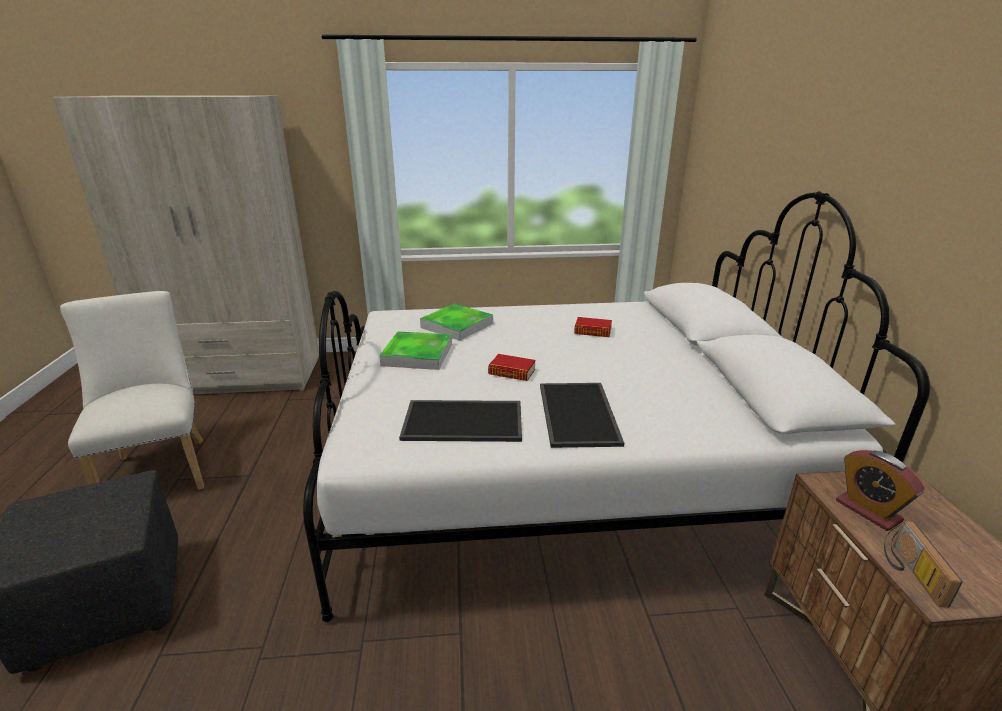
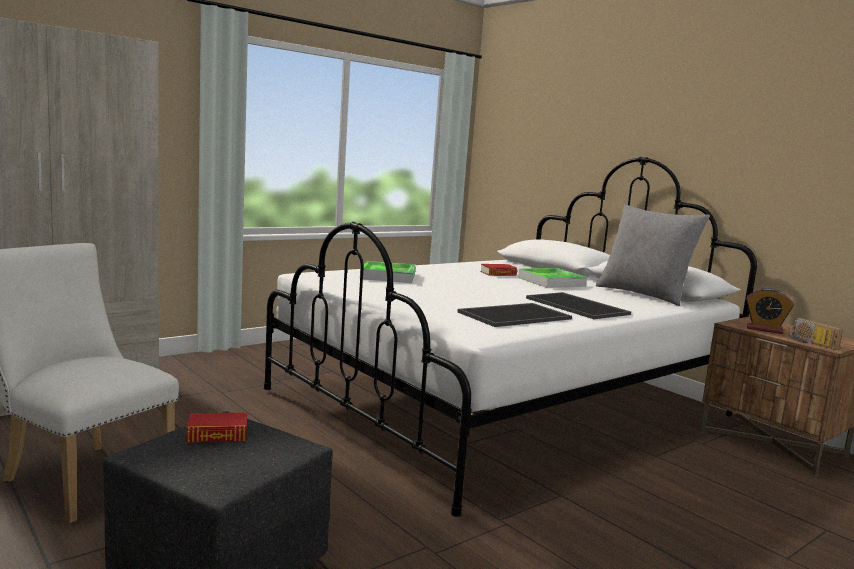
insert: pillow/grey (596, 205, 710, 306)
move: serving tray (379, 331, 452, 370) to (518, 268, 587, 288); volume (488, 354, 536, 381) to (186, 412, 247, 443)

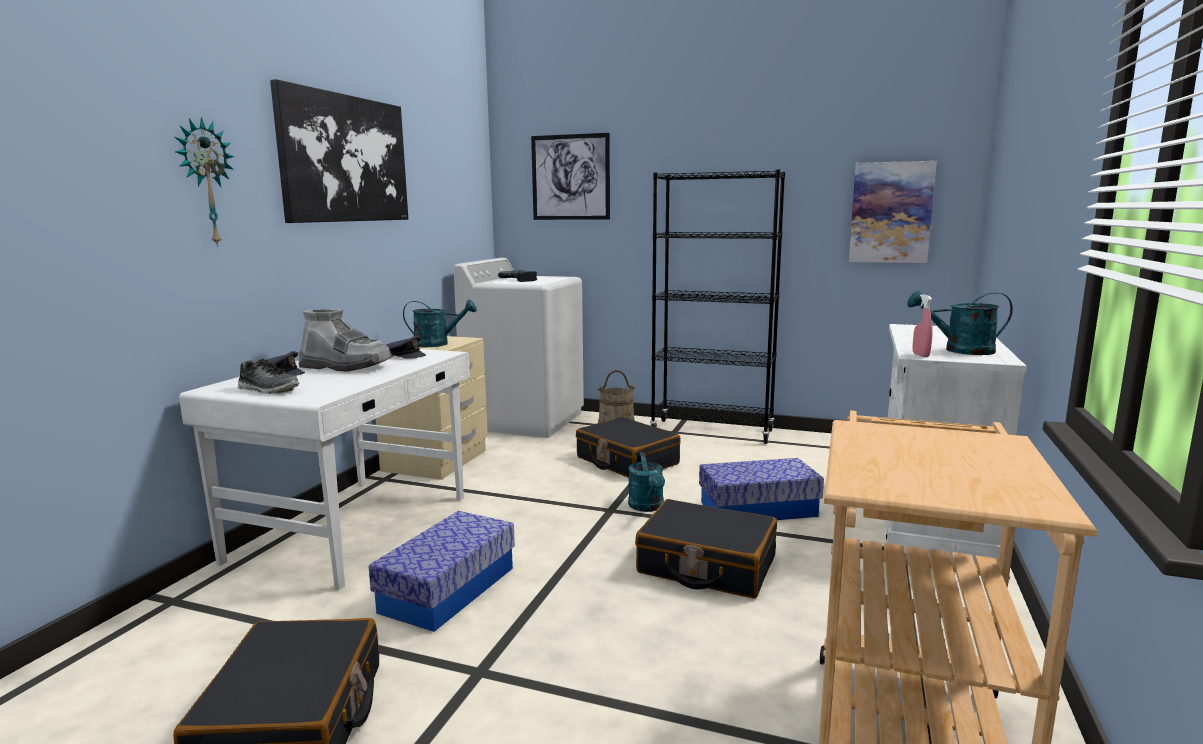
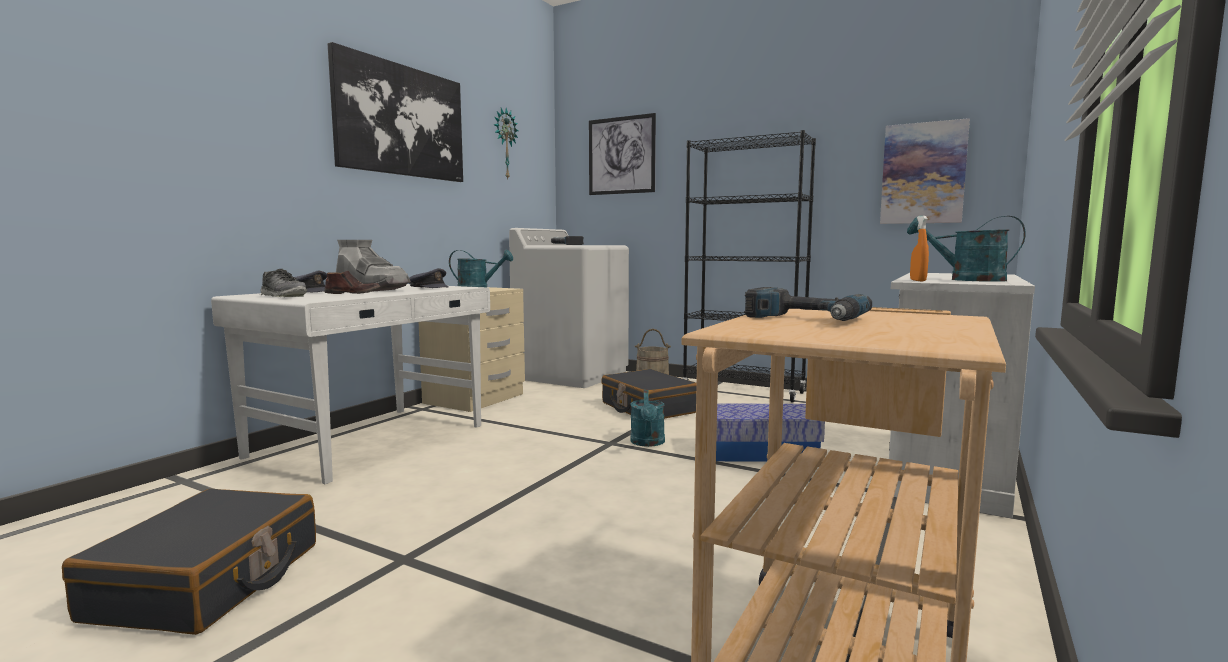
delete: storage bin (368, 511, 515, 632); suitcase/black-coloured (635, 499, 777, 598)
insert: low shoe/brown-coloured (324, 271, 380, 294); drill (744, 287, 872, 321)
move: clock on the wall (175, 117, 234, 247) to (494, 108, 518, 179)
recolor: hand sprayer/pink-coloured (913, 294, 933, 357) to hand sprayer/orangey (910, 216, 929, 281)

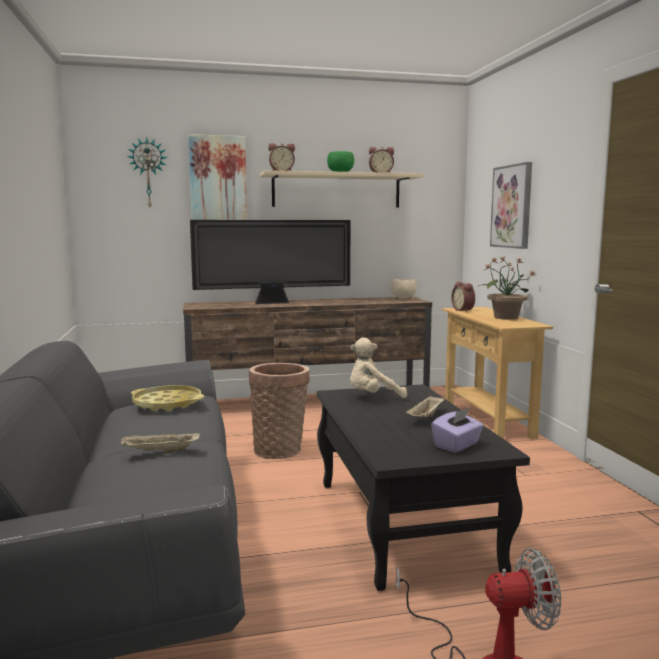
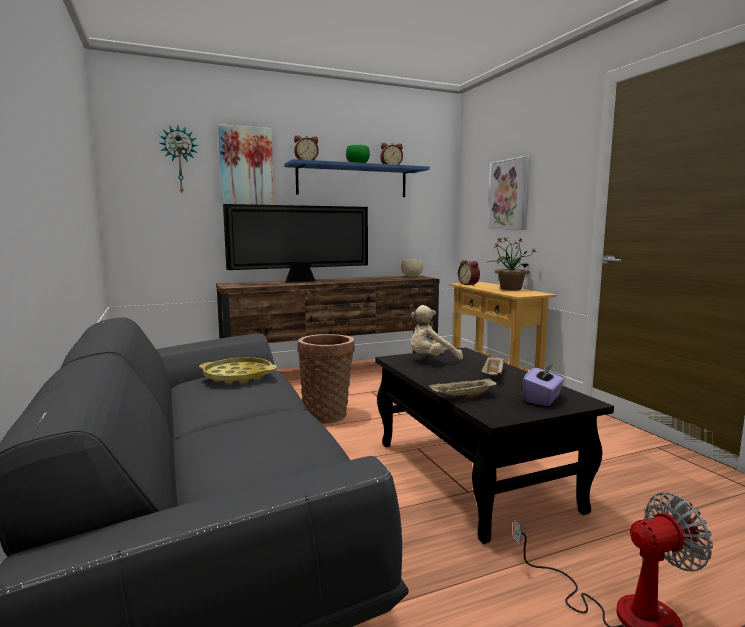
move: serving tray/beige (121, 431, 200, 454) to (429, 377, 498, 398)
recolor: bracket shelf/beige (259, 170, 424, 208) to bracket shelf/blue (284, 159, 430, 197)

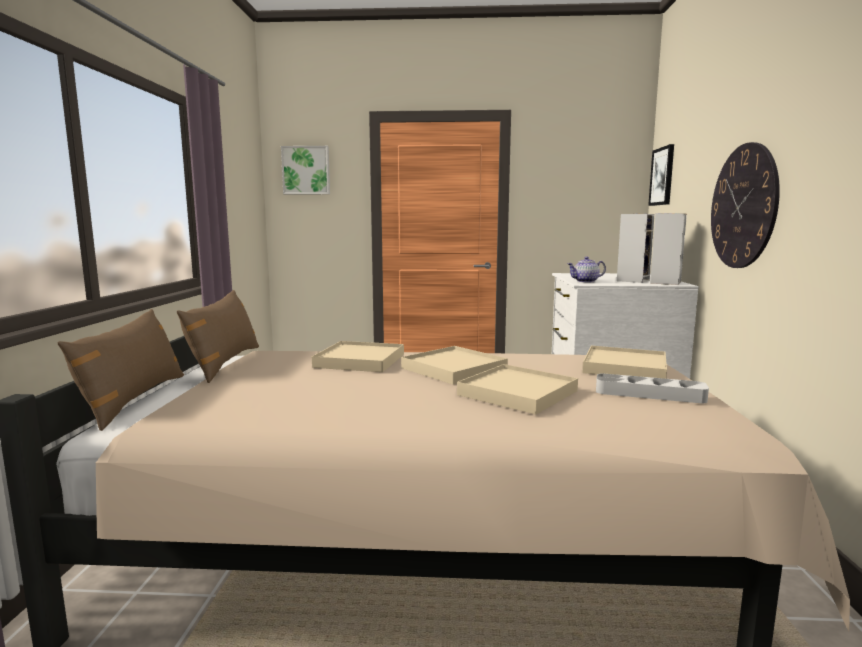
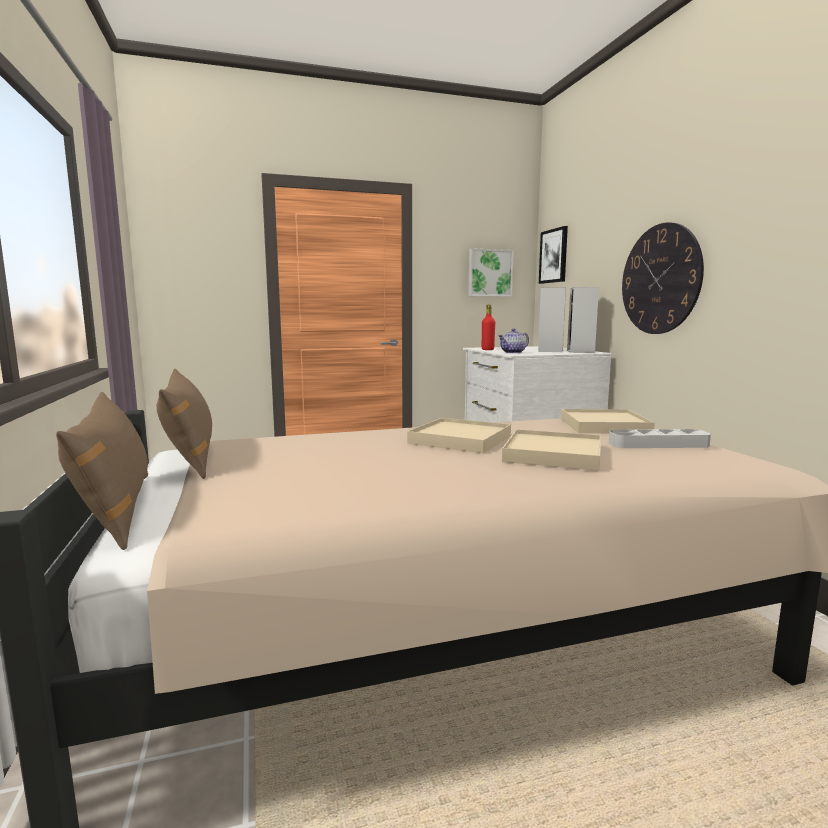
delete: serving tray/beige (312, 341, 404, 372)
insert: bottle/red-coloured (482, 305, 495, 350)
move: picture (281, 146, 330, 194) to (468, 248, 514, 297)

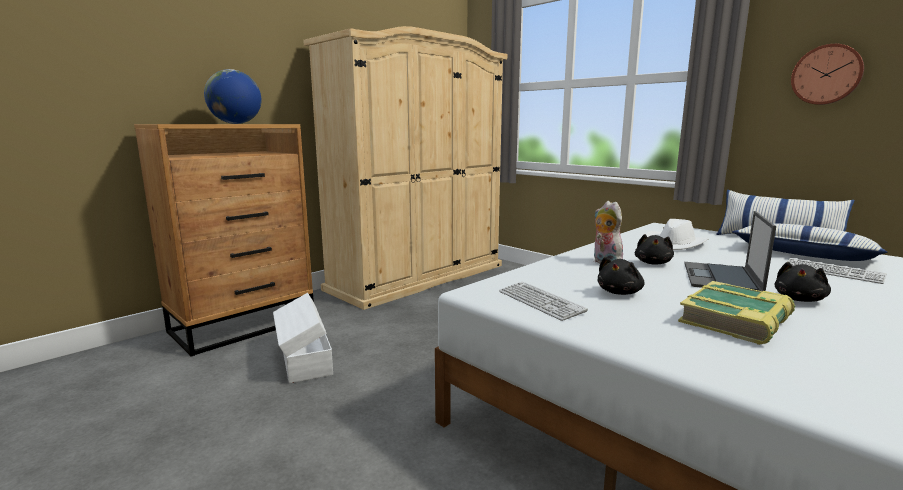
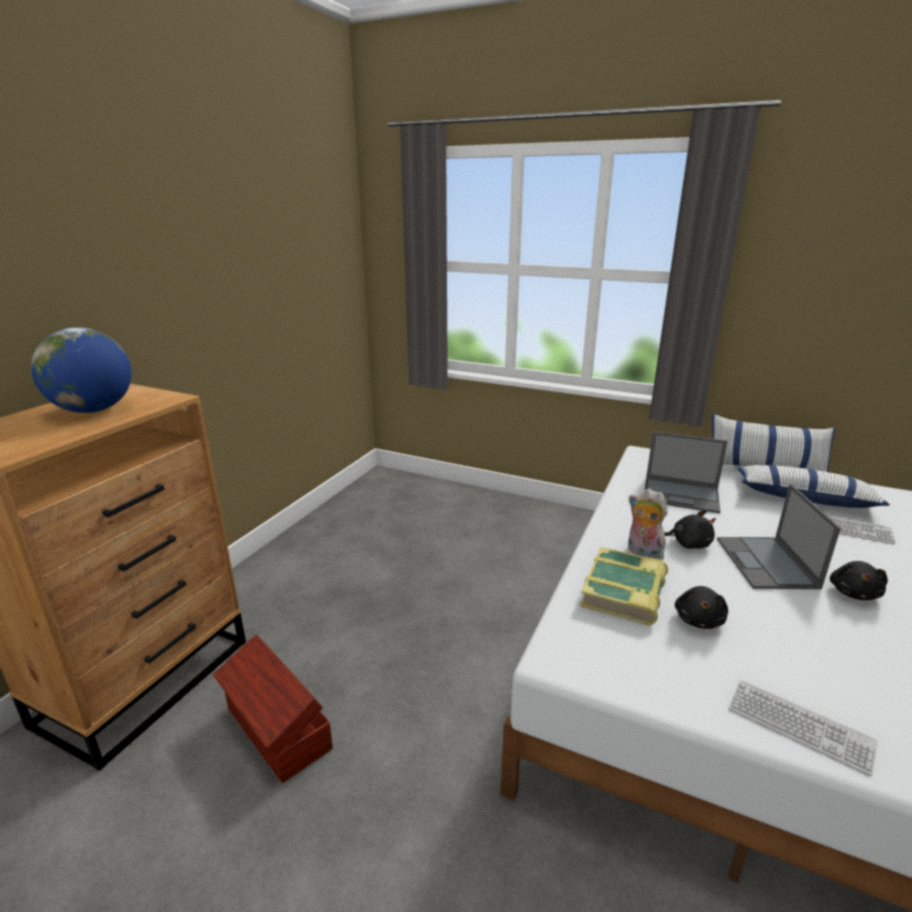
delete: clothes cupboard/beige (303, 26, 507, 310); clock on the wall (791, 44, 864, 105)
move: keyboard (499, 282, 588, 321) to (728, 680, 878, 776); volume (678, 281, 795, 345) to (580, 547, 669, 626)
replace: hat/whitish (646, 219, 709, 250) to laptop (644, 432, 728, 513)
recolor: storage bin/whitish (273, 293, 333, 384) to storage bin/brown-coloured (213, 635, 333, 783)
rotate: soft toy/black-coloured (635, 234, 674, 264) = (664, 510, 716, 549) 75 degrees counterclockwise

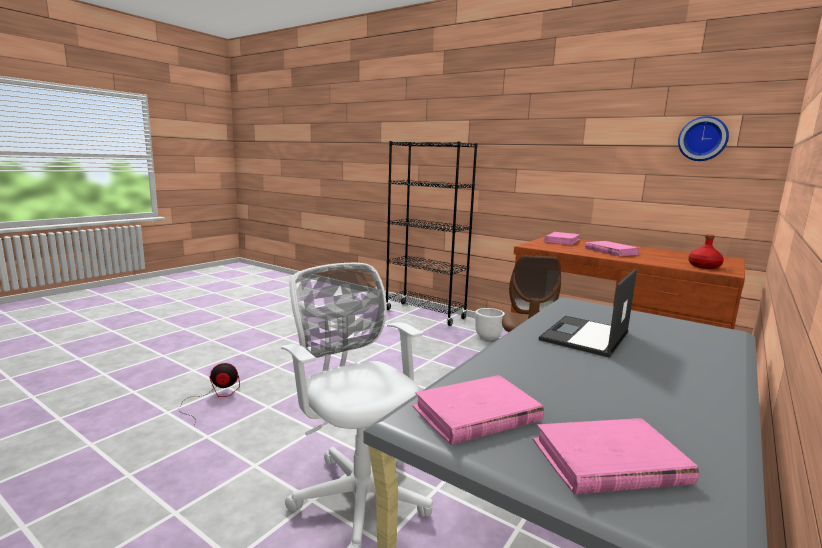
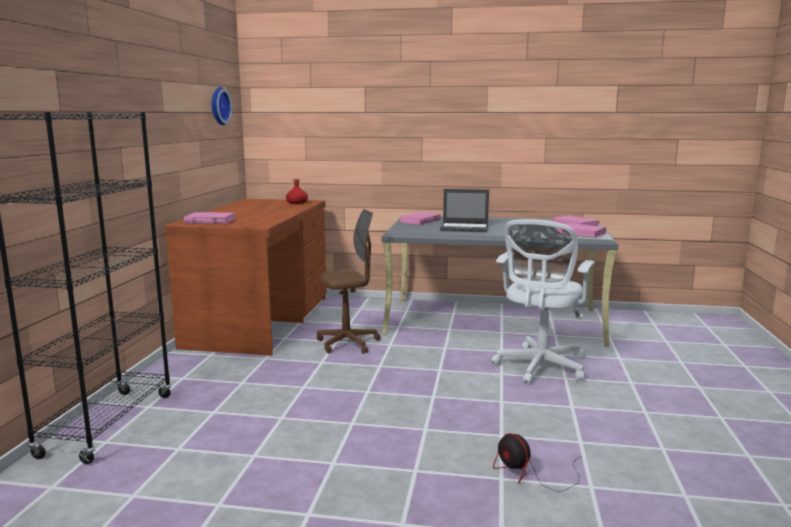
delete: plant pot/whitish (475, 308, 505, 340)
move: volume/pink-coloured (585, 241, 640, 256) to (398, 212, 441, 225)

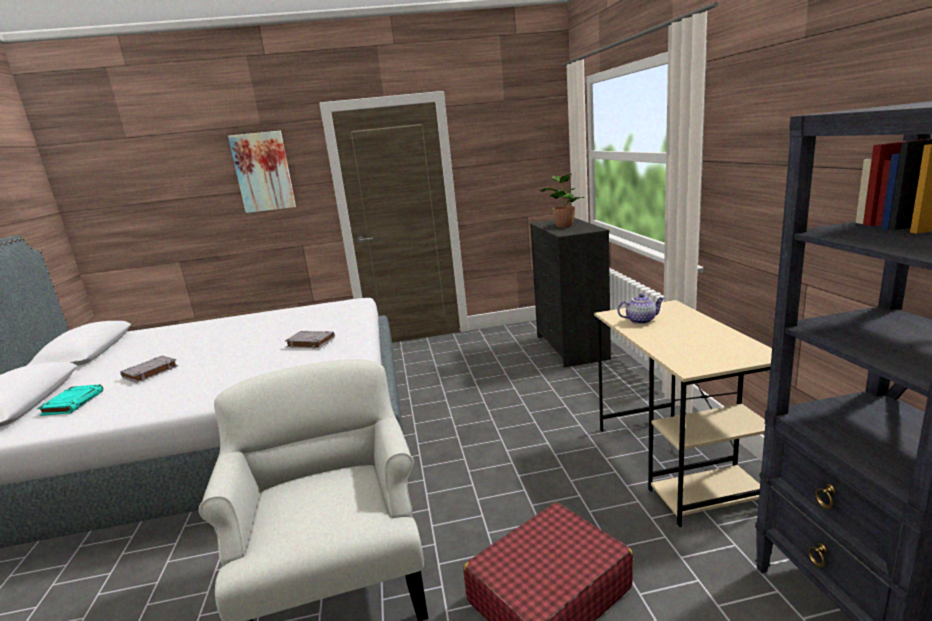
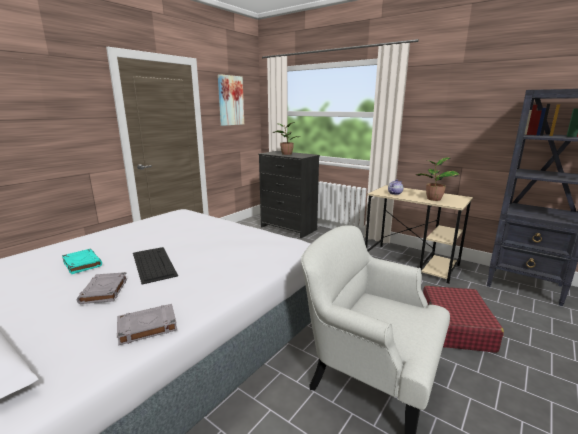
insert: keyboard (133, 247, 178, 285); plant in a pot (416, 157, 460, 201)
move: volume/turquoise-coloured (37, 384, 103, 416) to (62, 249, 102, 274); picture (228, 131, 296, 213) to (218, 74, 244, 126); volume/grey (285, 331, 335, 349) to (117, 304, 177, 346)

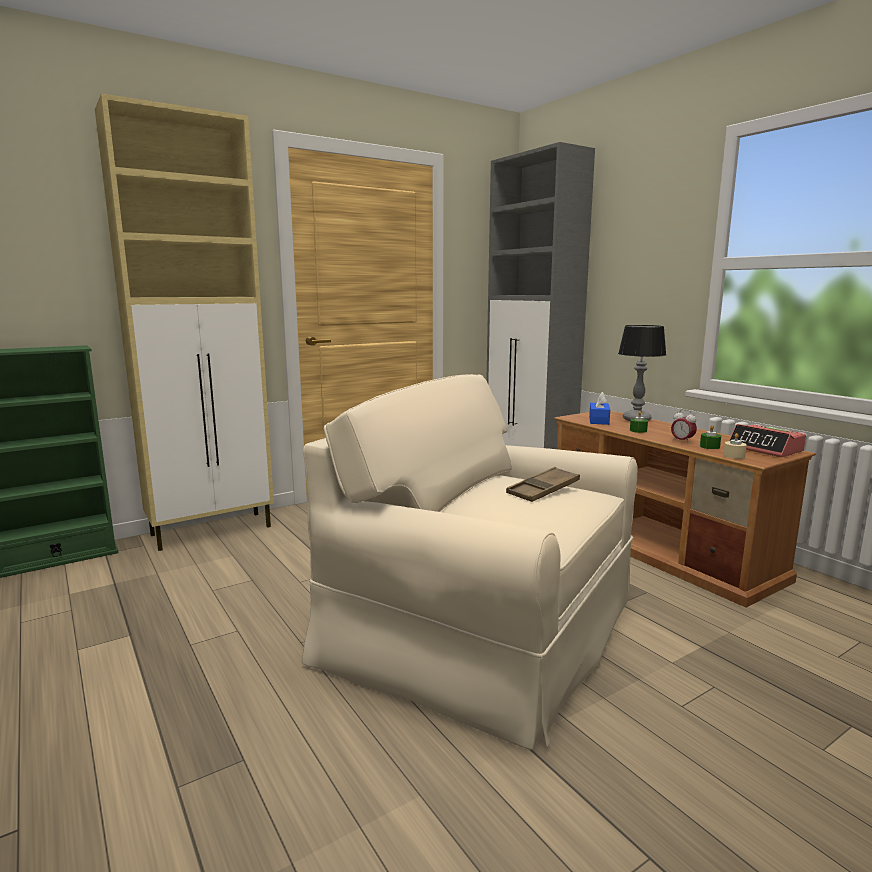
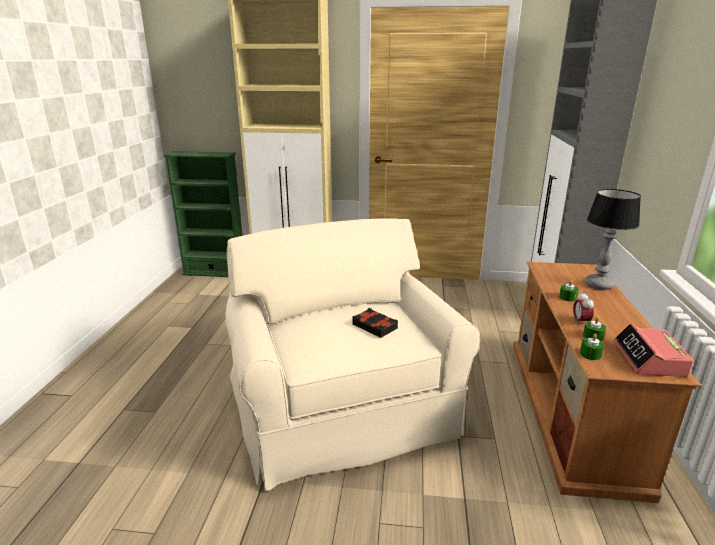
delete: tissue box/blue (589, 392, 610, 425)
replace: serving tray/brown-coloured (506, 467, 580, 502) to volume/black-coloured (352, 308, 398, 338)
recolor: wax candle/beige (723, 433, 747, 459) to wax candle/green (580, 333, 604, 360)

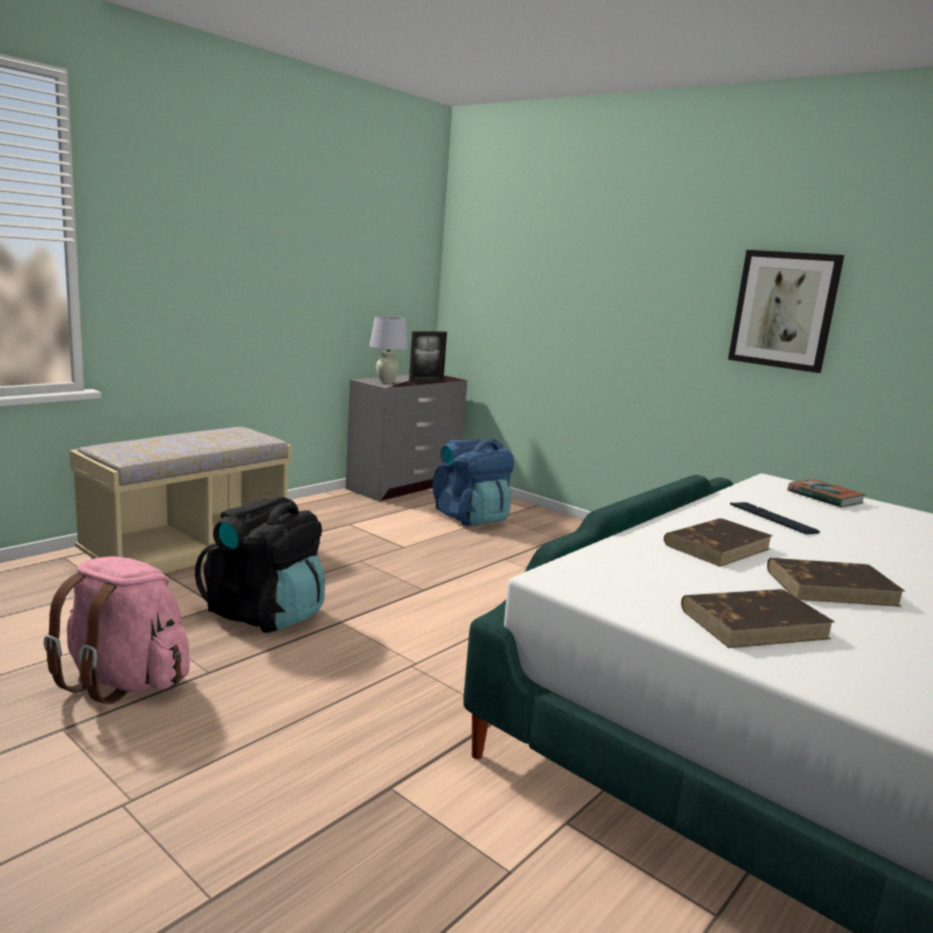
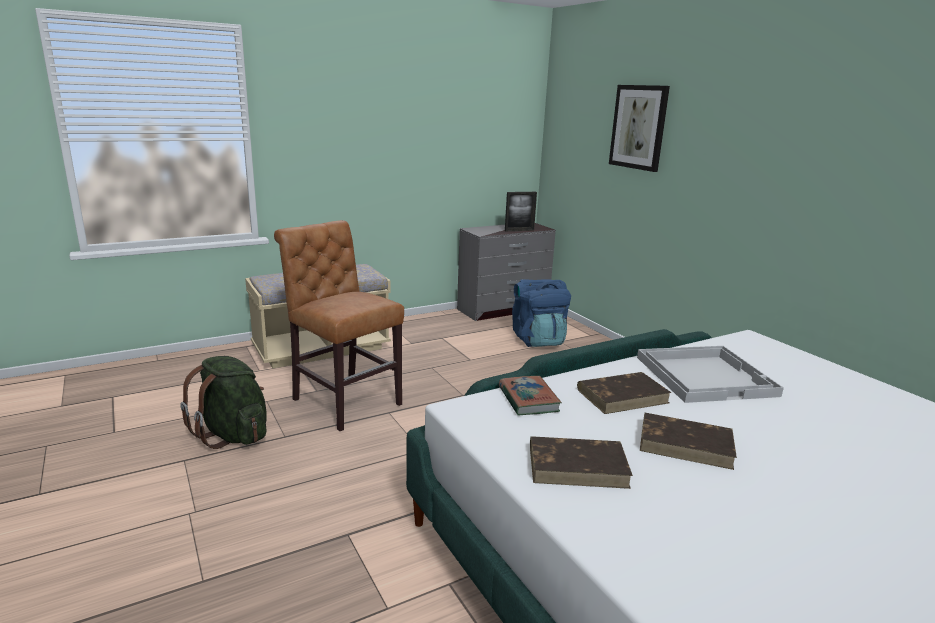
delete: table lamp/whitish (369, 316, 408, 383)
move: picture (728, 250, 844, 373) to (609, 85, 670, 172); volume (787, 479, 866, 508) to (499, 376, 562, 416)
replace: knapsack/black-coloured (195, 497, 325, 633) to chair/brown-coloured (274, 220, 404, 431); keyboard (730, 502, 820, 534) to serving tray/whitish (637, 346, 784, 403)
recolor: knapsack/pink-coloured (44, 557, 190, 704) to knapsack/green (180, 356, 267, 449)

